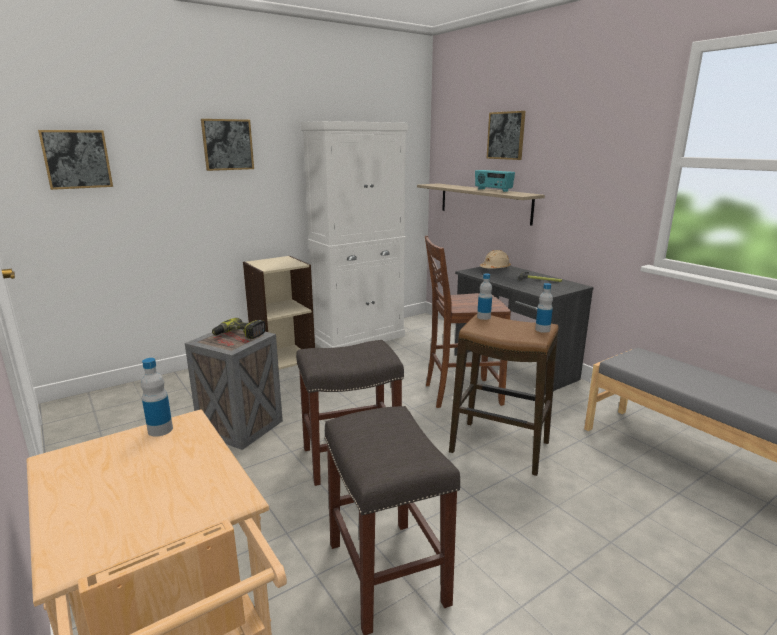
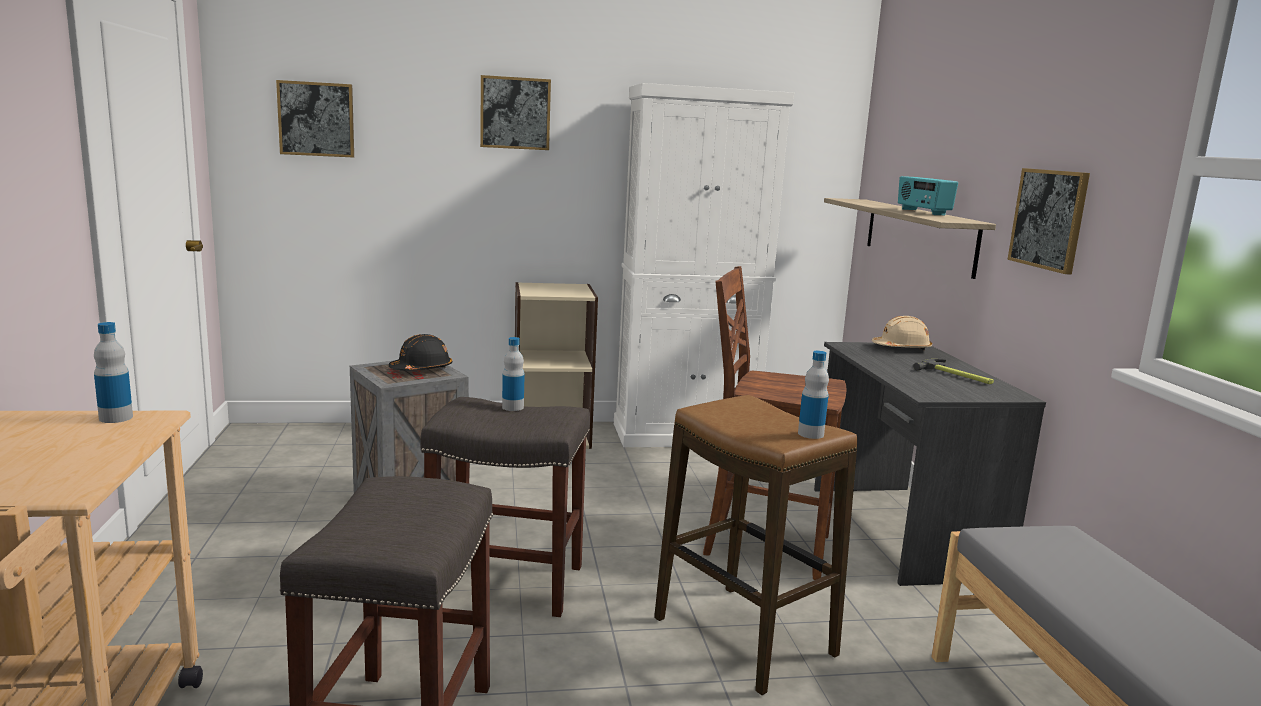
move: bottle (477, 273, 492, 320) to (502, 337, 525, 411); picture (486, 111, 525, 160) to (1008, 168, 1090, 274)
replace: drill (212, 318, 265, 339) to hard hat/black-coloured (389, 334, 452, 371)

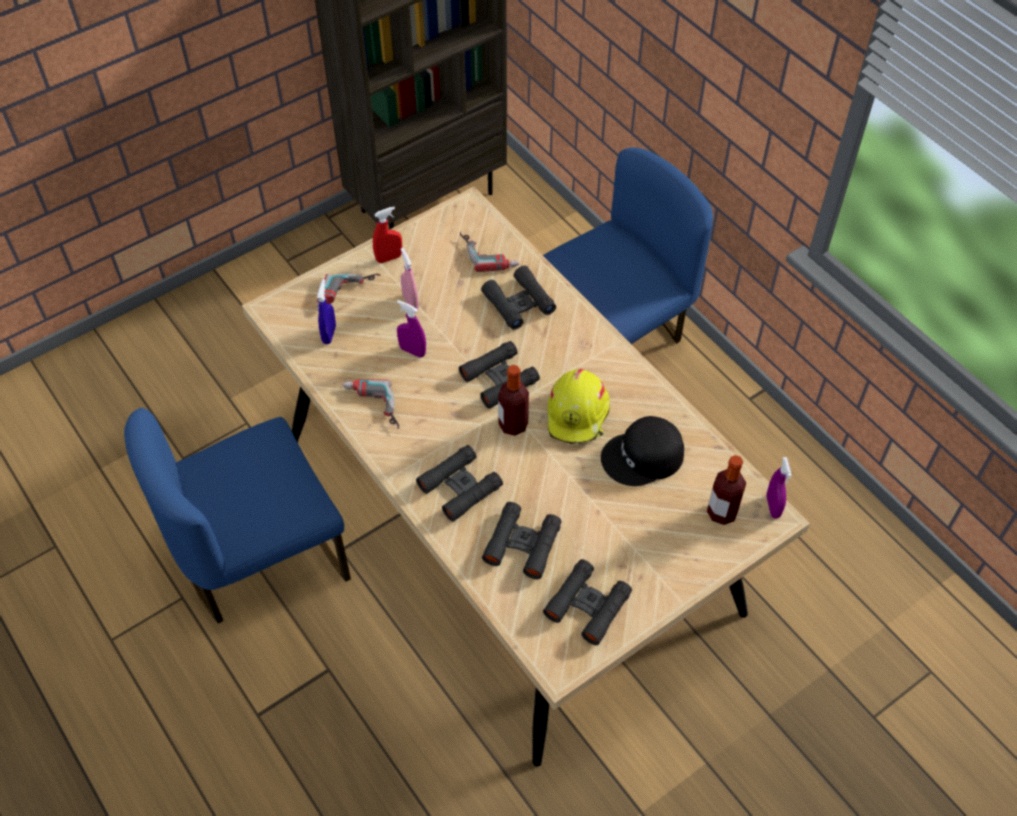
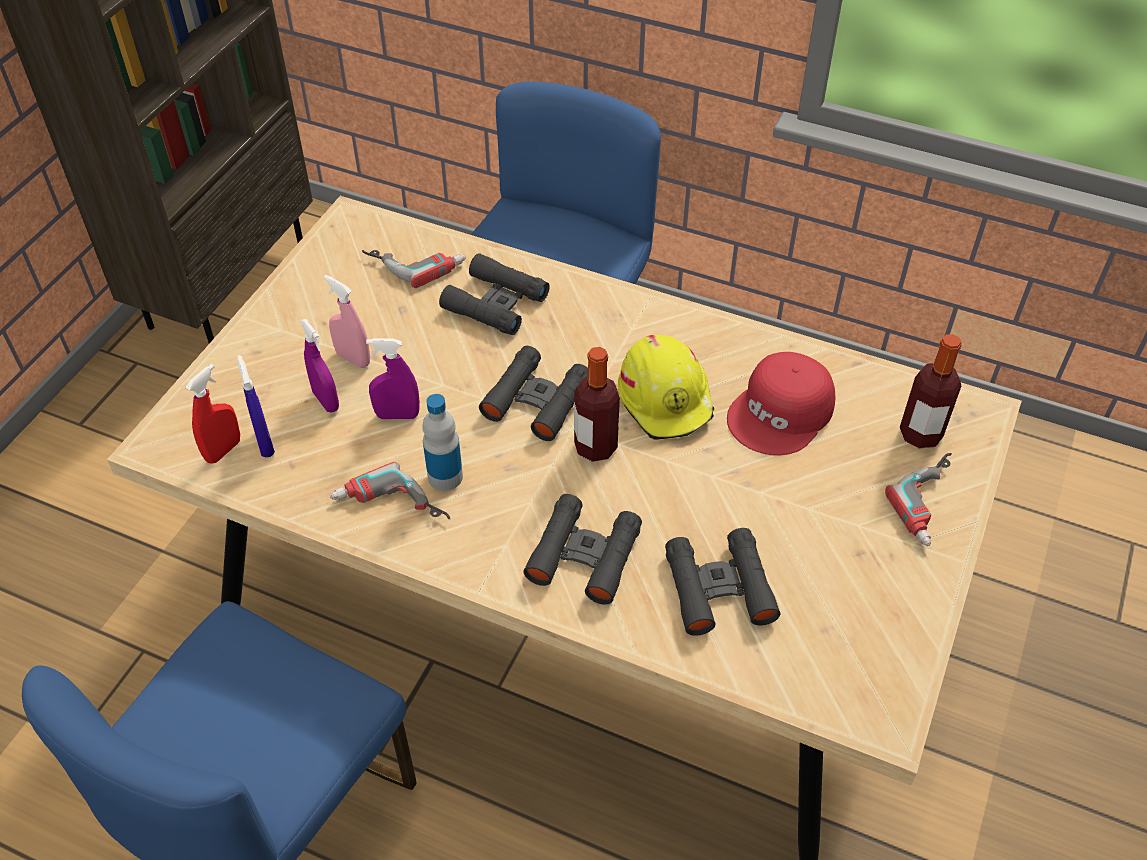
delete: binoculars/black-coloured (543, 559, 632, 645)
insert: bottle (422, 394, 463, 491)
move: drill (316, 273, 380, 311) to (885, 453, 952, 546); hand sprayer/red-coloured (373, 207, 402, 263) to (185, 364, 240, 464); hand sprayer/purplish (766, 457, 791, 519) to (300, 319, 339, 412)
recolor: cap/black-coloured (601, 416, 684, 486) to cap/red-coloured (727, 352, 836, 456)

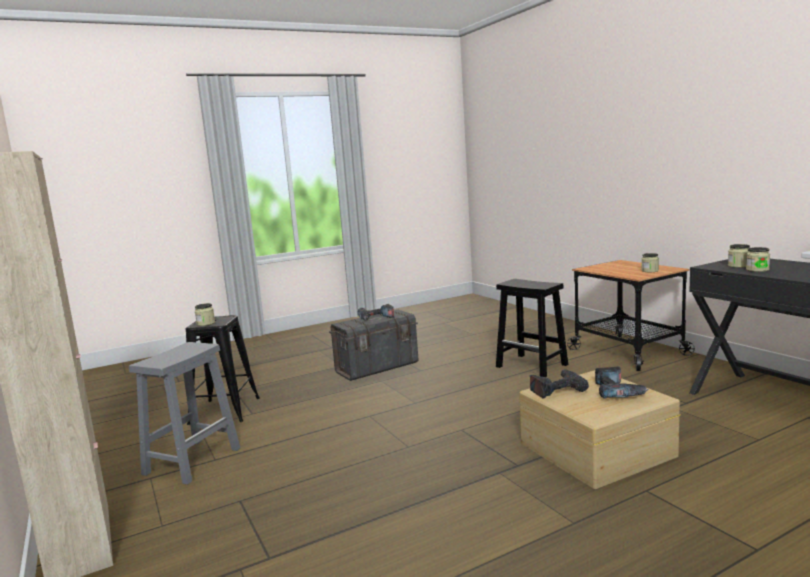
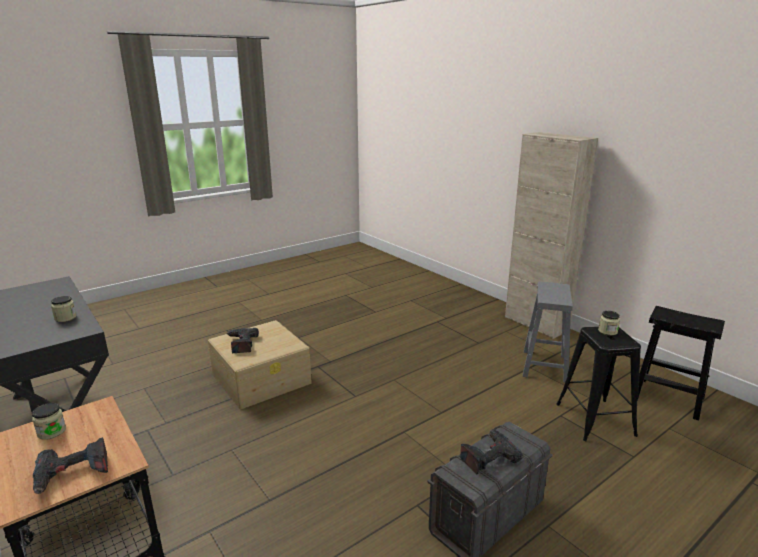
delete: storage jar (728, 244, 750, 268)
move: stool seat/black-coloured (496, 279, 568, 377) to (637, 306, 725, 421); drill (530, 369, 589, 399) to (33, 437, 108, 494)

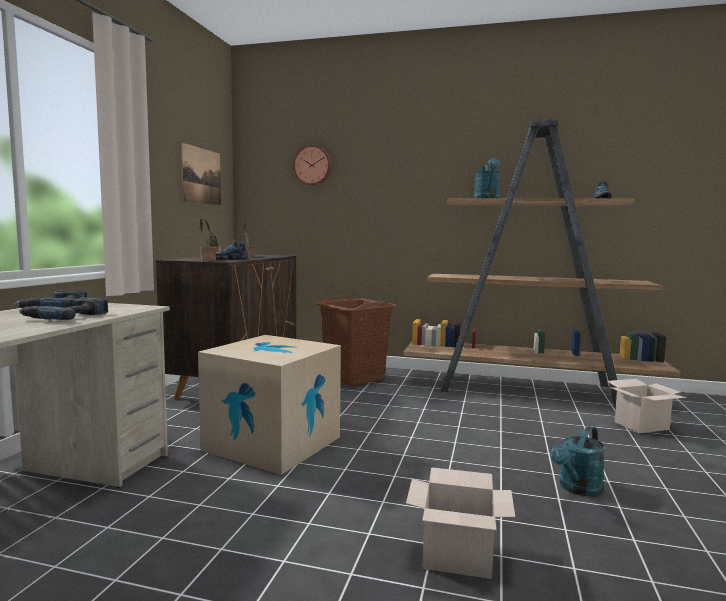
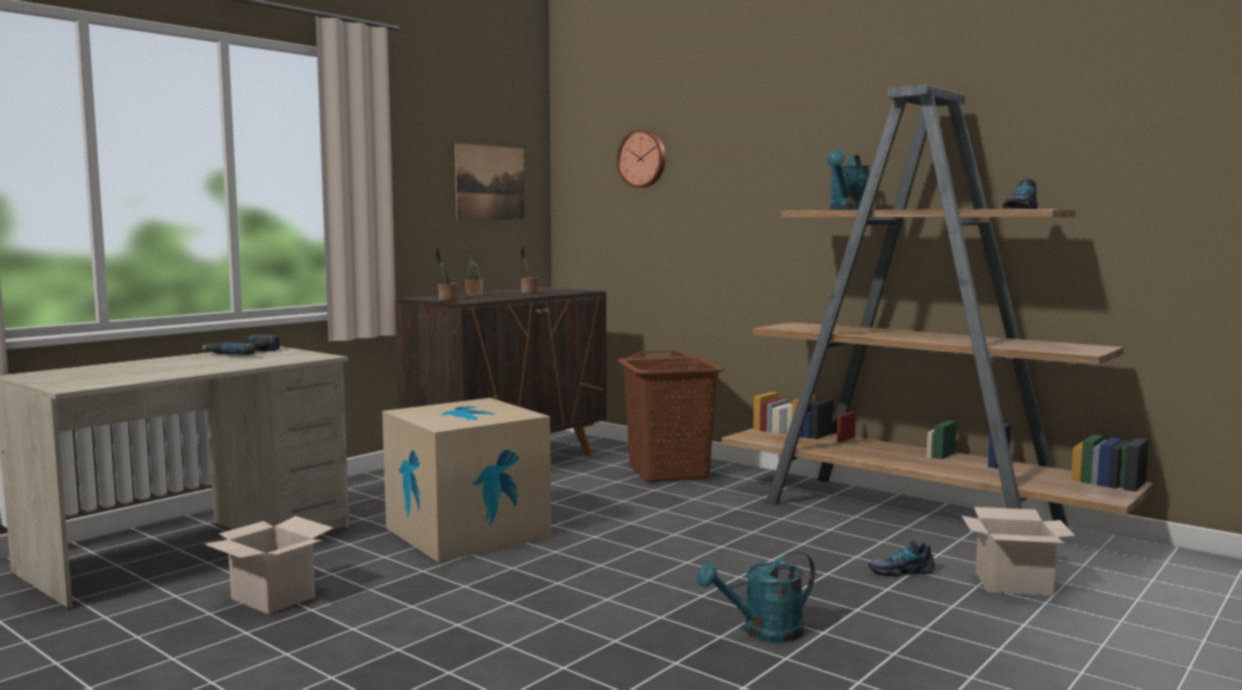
delete: drill (19, 297, 108, 320)
move: low shoe (216, 240, 248, 260) to (869, 540, 935, 576); cardboard box (406, 467, 515, 579) to (204, 516, 333, 614)

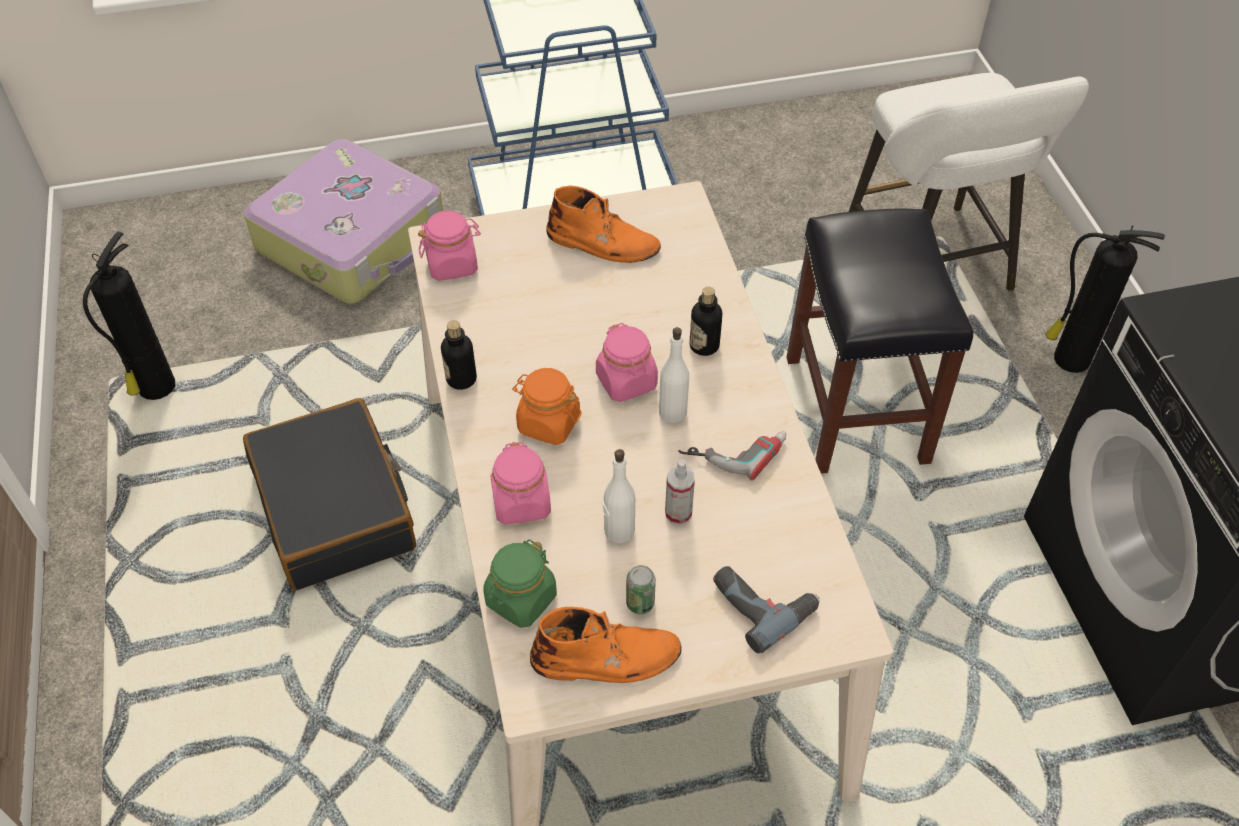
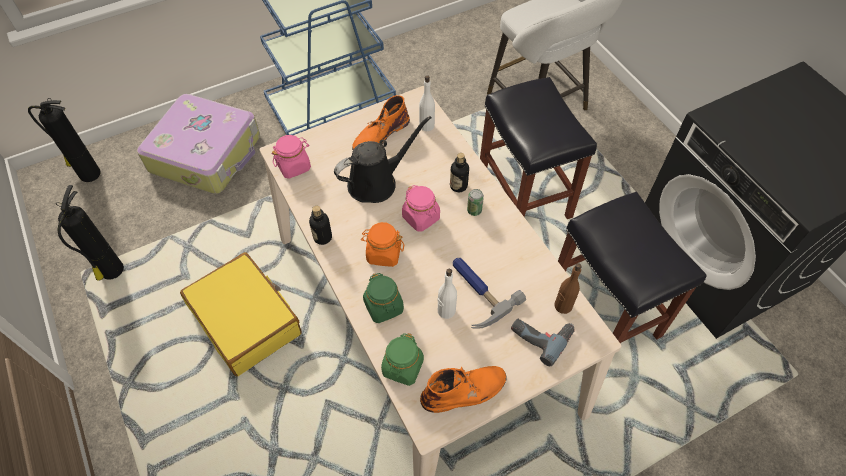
delete: drill (678, 431, 786, 481)
insert: watering pot/black-coloured (334, 116, 432, 203); bottle/brown-coloured (554, 263, 582, 314); stool seat/black-coloured (558, 192, 707, 344)
move: sealed can (626, 565, 656, 614) to (467, 189, 484, 216); bottle/whitish (659, 327, 689, 423) to (419, 75, 435, 131); fire-fighting cylinder (1045, 225, 1165, 373) to (28, 98, 101, 182)
replace: hand sprayer (665, 459, 695, 525) to tool hammer (453, 258, 526, 329)
recolor: suitcase/black-coloured (243, 398, 416, 590) to suitcase/yellowish (180, 252, 302, 377); storage jar/pink-coloured (490, 442, 551, 524) to storage jar/green (363, 273, 404, 323)
rotate: tall boot/orangey (546, 185, 661, 263) = (352, 95, 410, 150) 135 degrees clockwise

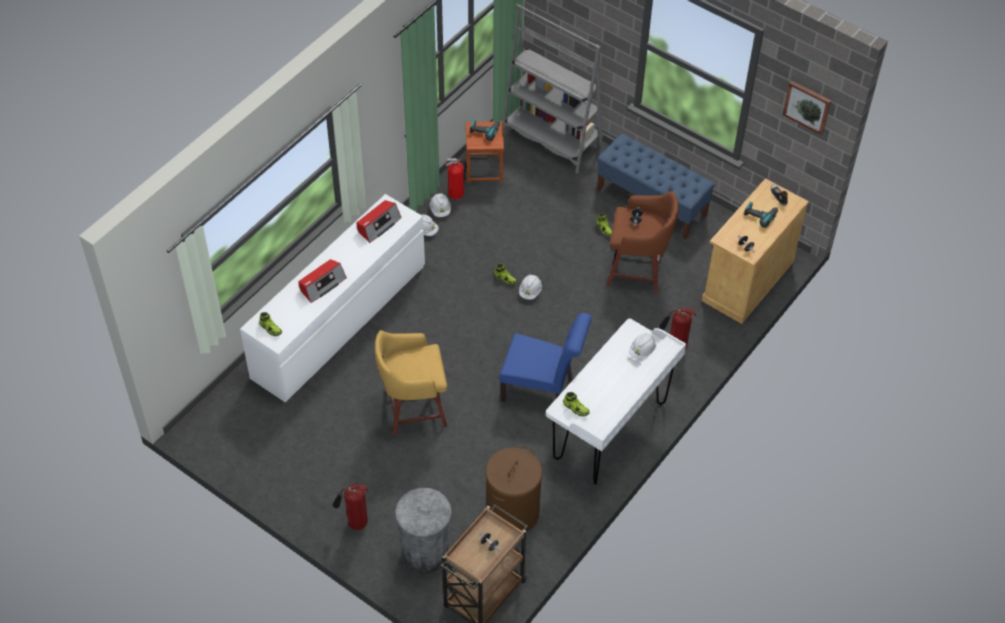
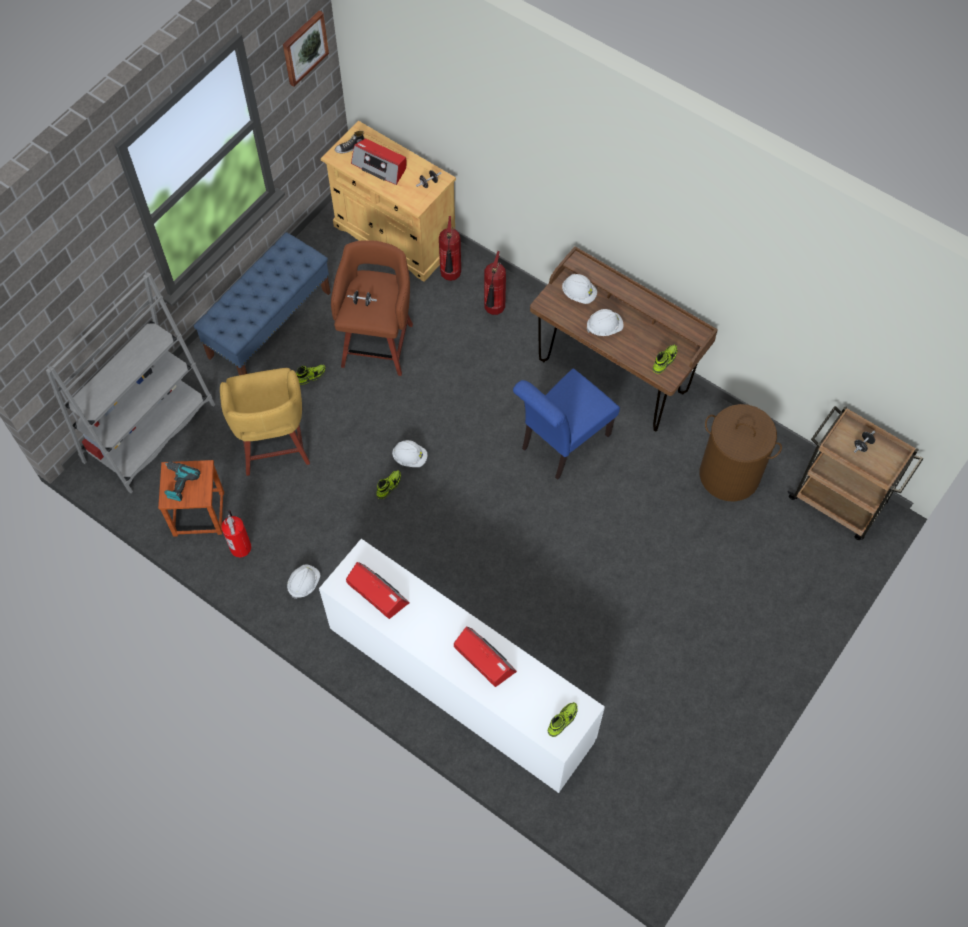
delete: rubbish bin/grey (395, 488, 452, 573)
move: fire-fighting cylinder (332, 484, 368, 530) to (439, 216, 461, 281); stool seat/yellowish (375, 330, 448, 435) to (220, 368, 310, 476); hard hat/whitish (430, 193, 451, 217) to (587, 309, 624, 336)
replace: drill (744, 202, 778, 228) to radio (351, 139, 407, 185)
recolor: desk/whitish (546, 318, 686, 485) to desk/brown-coloured (530, 246, 718, 432)
rotate: chair/blue (499, 313, 592, 402) = (513, 368, 620, 480) 150 degrees counterclockwise

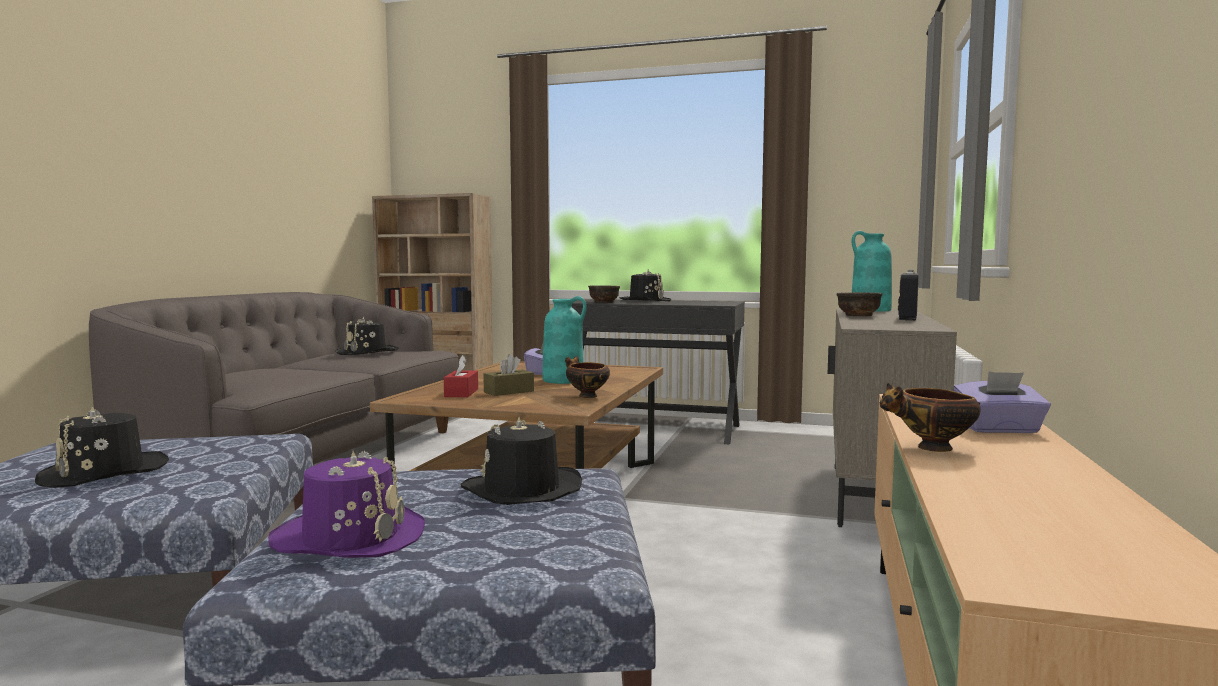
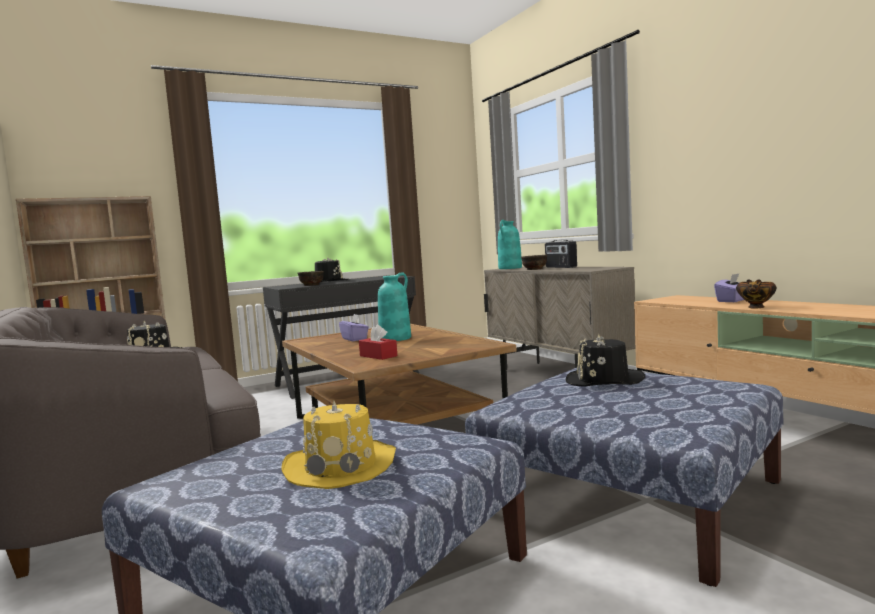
delete: hat/purplish (268, 451, 425, 558); tissue box/brown-coloured (483, 354, 534, 396); deep dish (565, 356, 610, 398)
recolor: hat/black-coloured (35, 406, 169, 488) to hat/yellowish (281, 400, 396, 489)

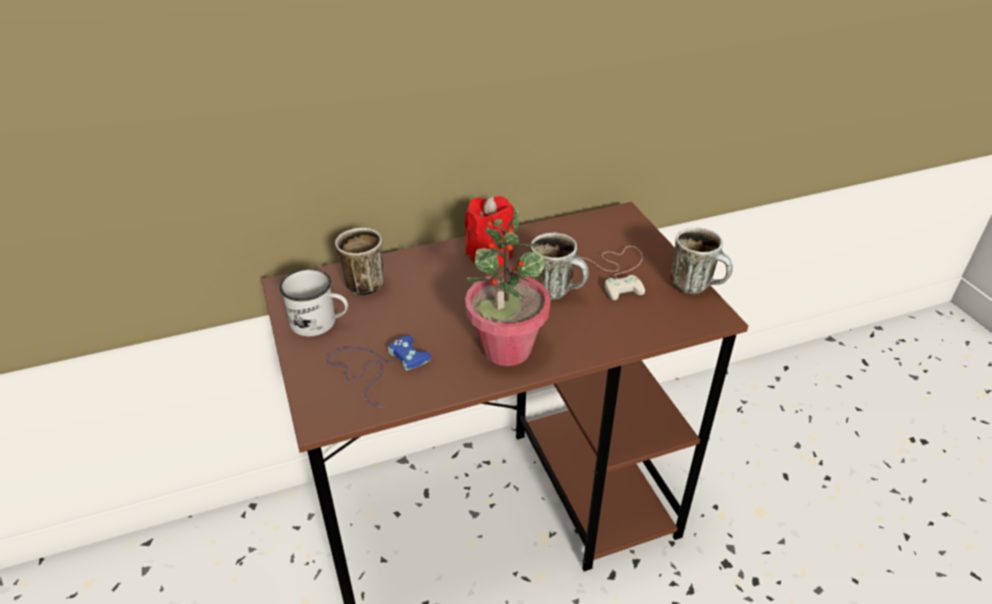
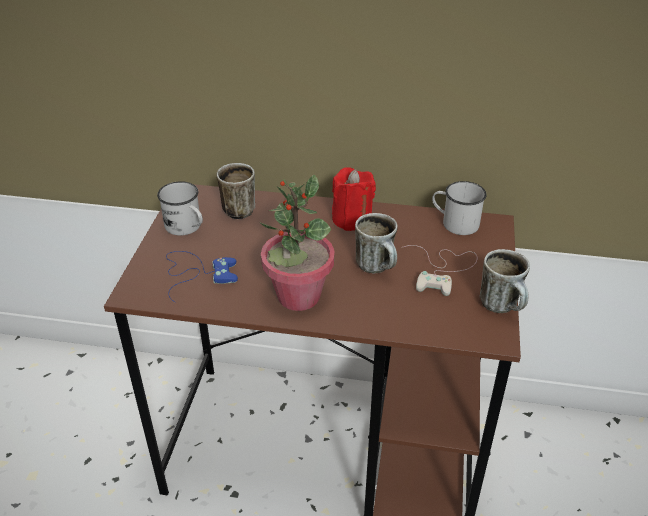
insert: mug/whitish (432, 181, 487, 235)

